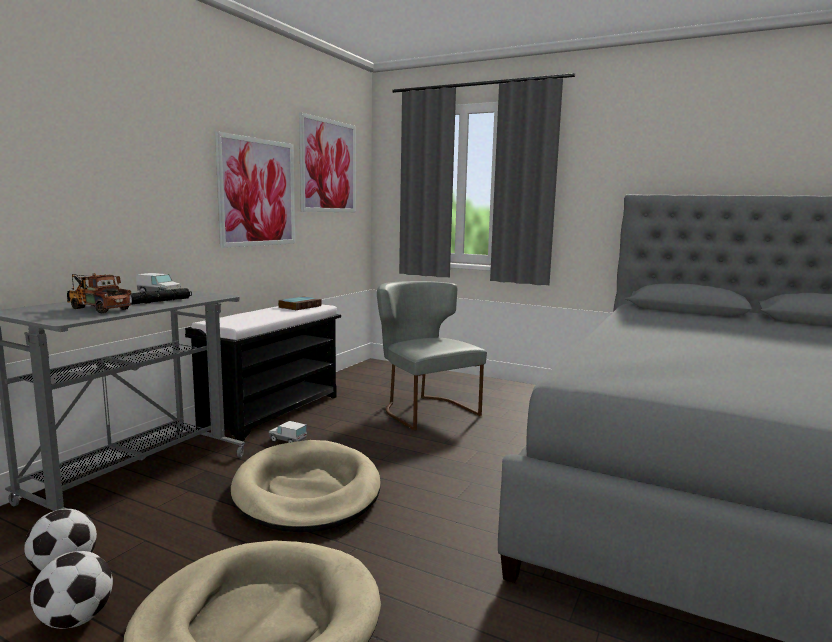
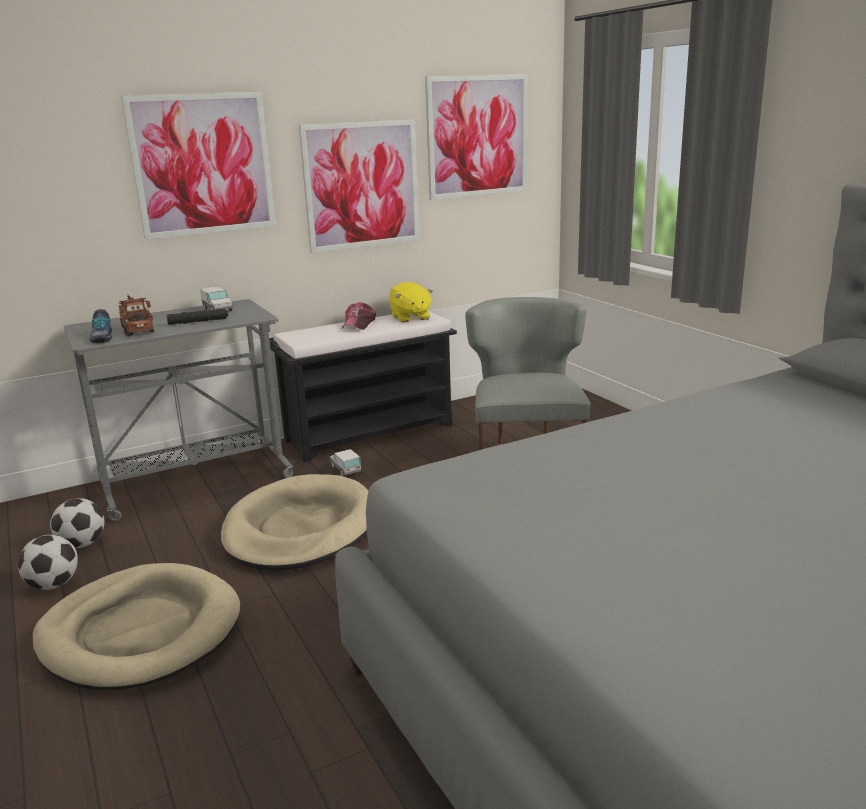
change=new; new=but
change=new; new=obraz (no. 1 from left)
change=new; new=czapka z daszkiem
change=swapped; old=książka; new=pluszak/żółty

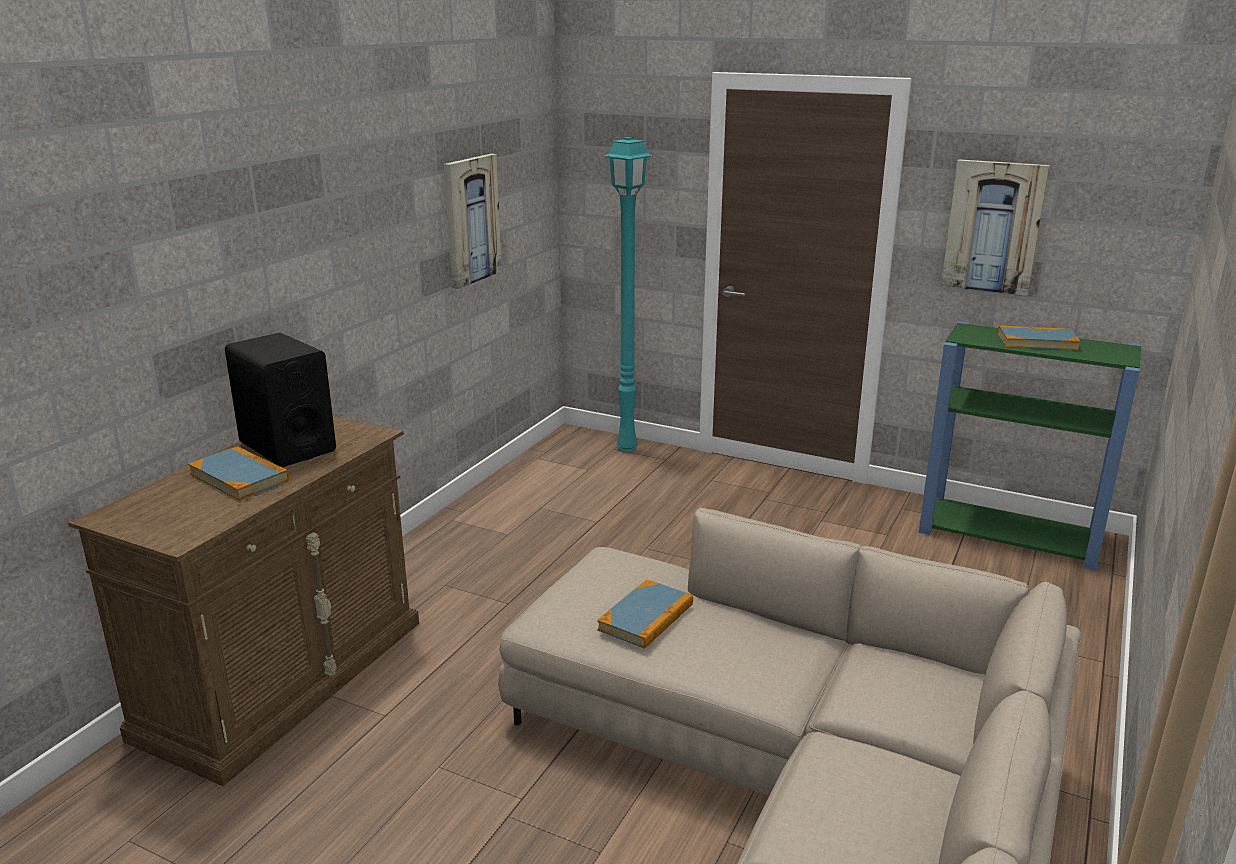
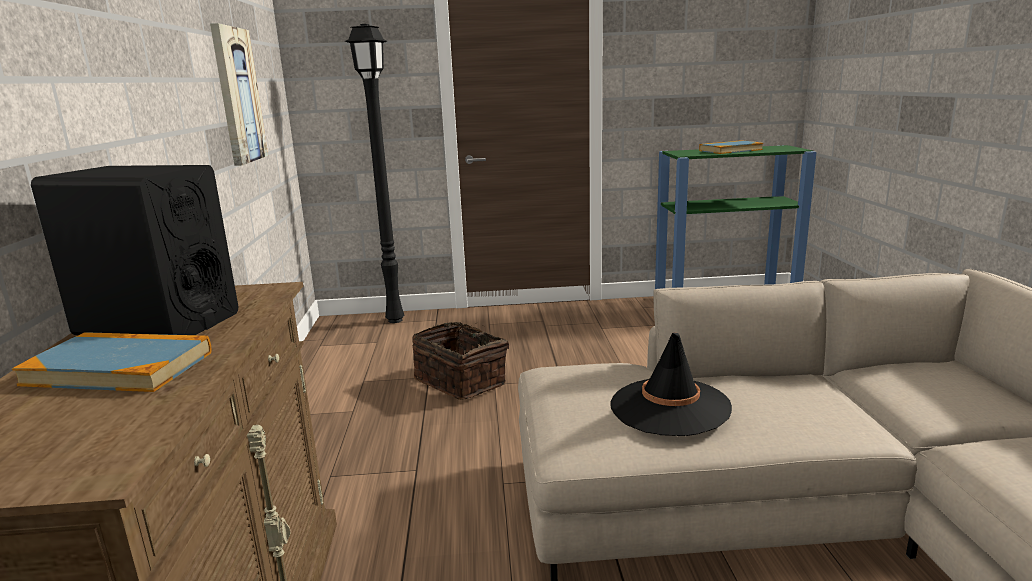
change=gone; old=obraz (no. 2 from left)
change=new; new=koszyk
change=swapped; old=książka (no. 2 from left); new=kapelusz/czarny
change=repainted; old=lampa stojąca/turkusowy; new=lampa stojąca/czarny

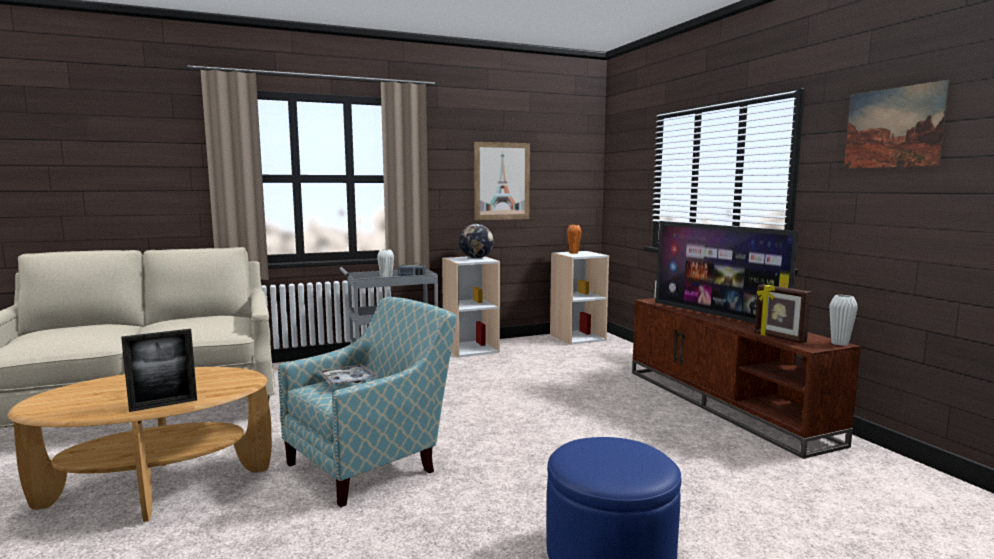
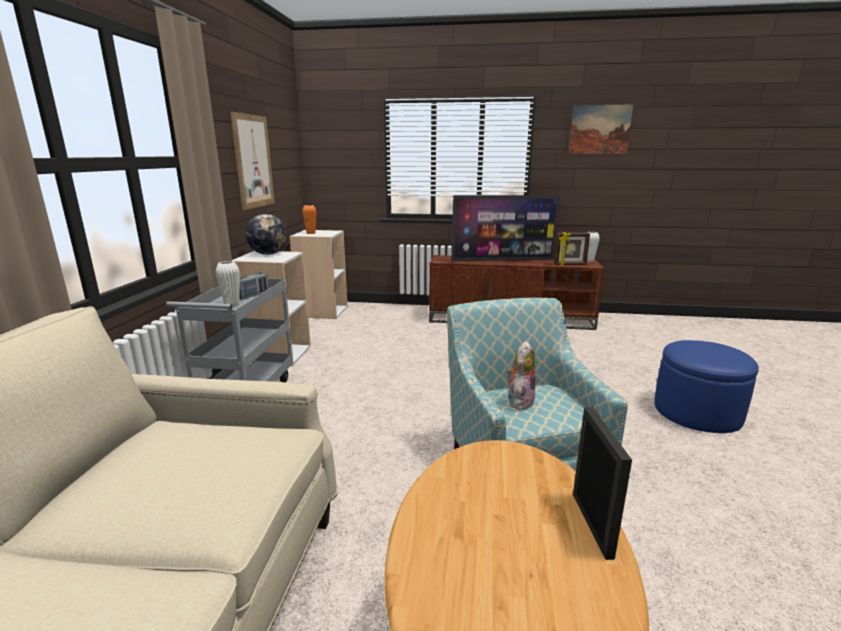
change=swapped; old=taca; new=pluszak

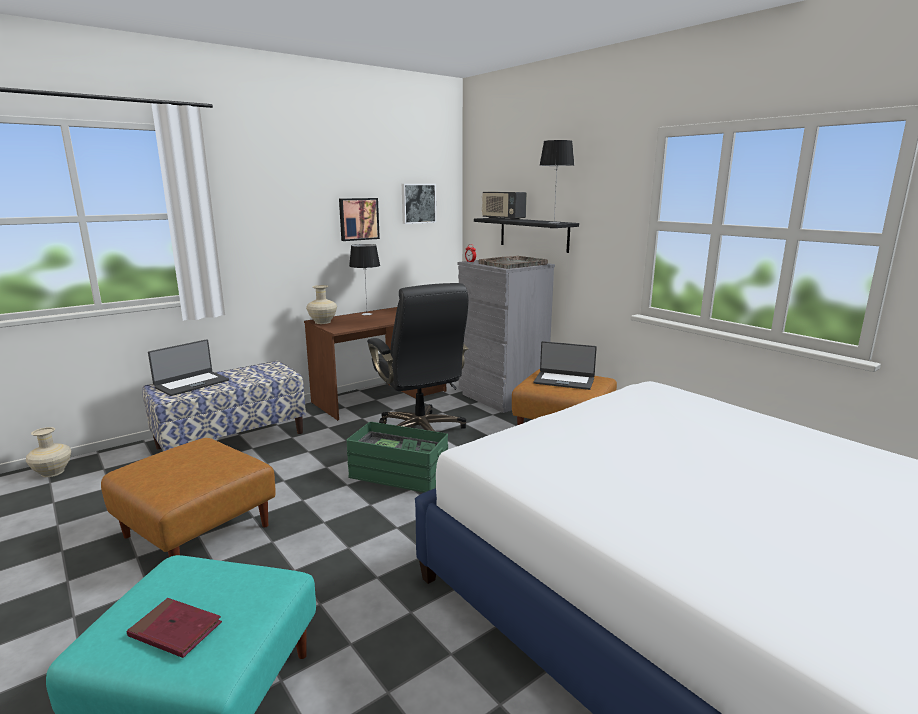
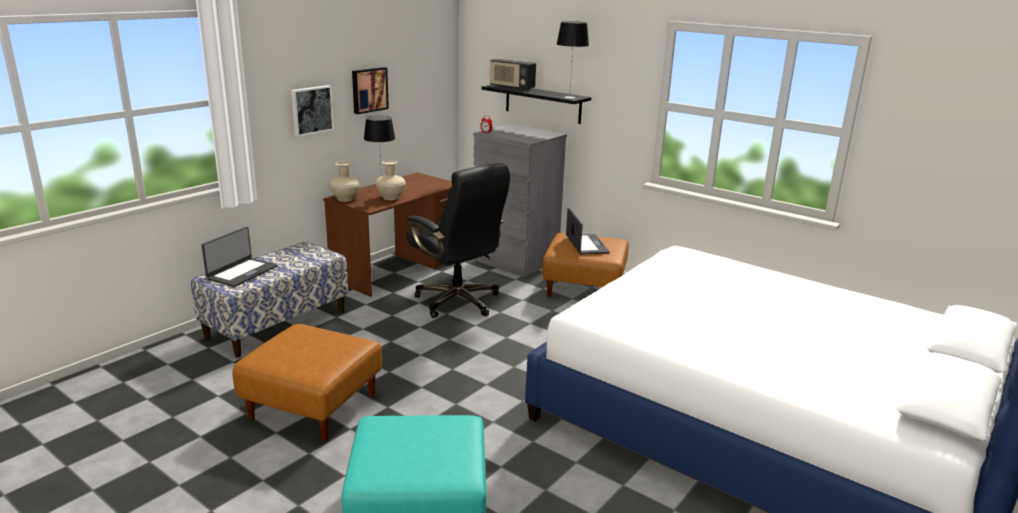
change=gone; old=książka/czerwony
change=gone; old=pojemnik do przechowywania/zielony
change=gone; old=taca/szary
change=shifted; old=wazon/beżowy (no. 1 from left in the first image); new=wazon/beżowy (no. 2 from left)
change=shifted; old=obraz (no. 2 from left in the first image); new=obraz (no. 1 from left)
change=rotated; old=laptop (no. 2 from left); degrees=-105

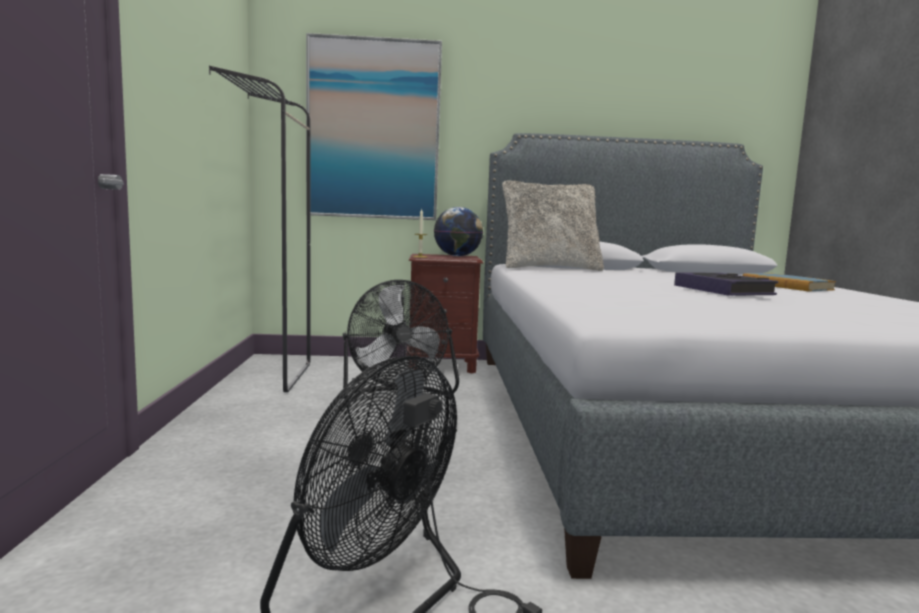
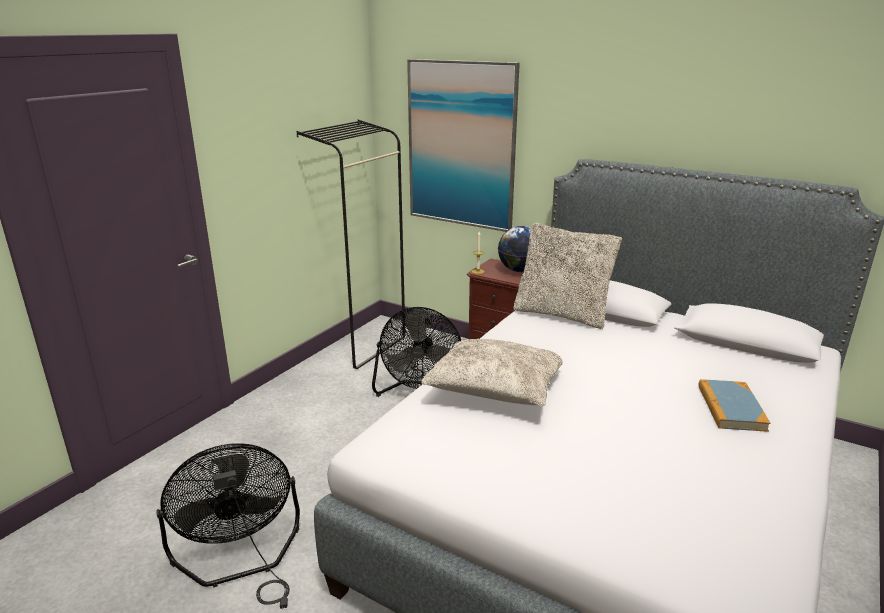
change=gone; old=książka (no. 1 from left)
change=new; new=poduszka/beżowy (no. 1 from left)

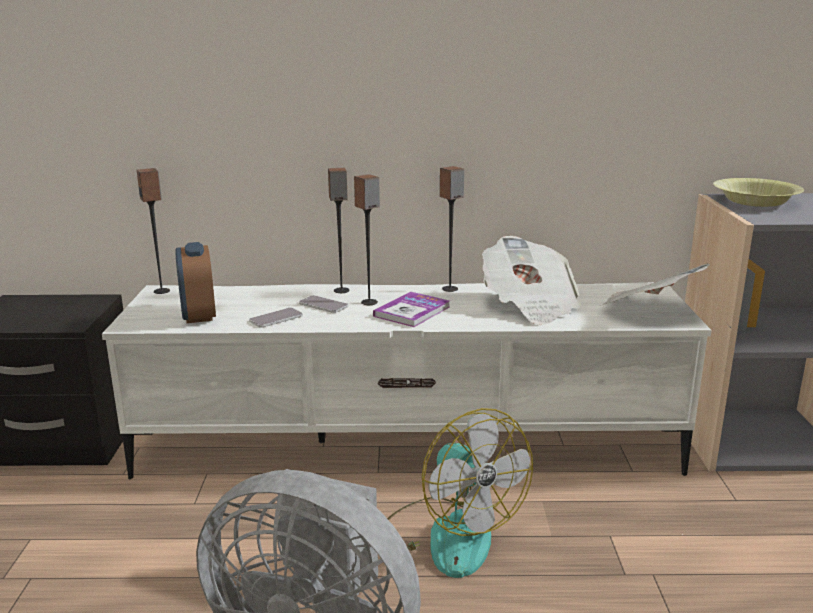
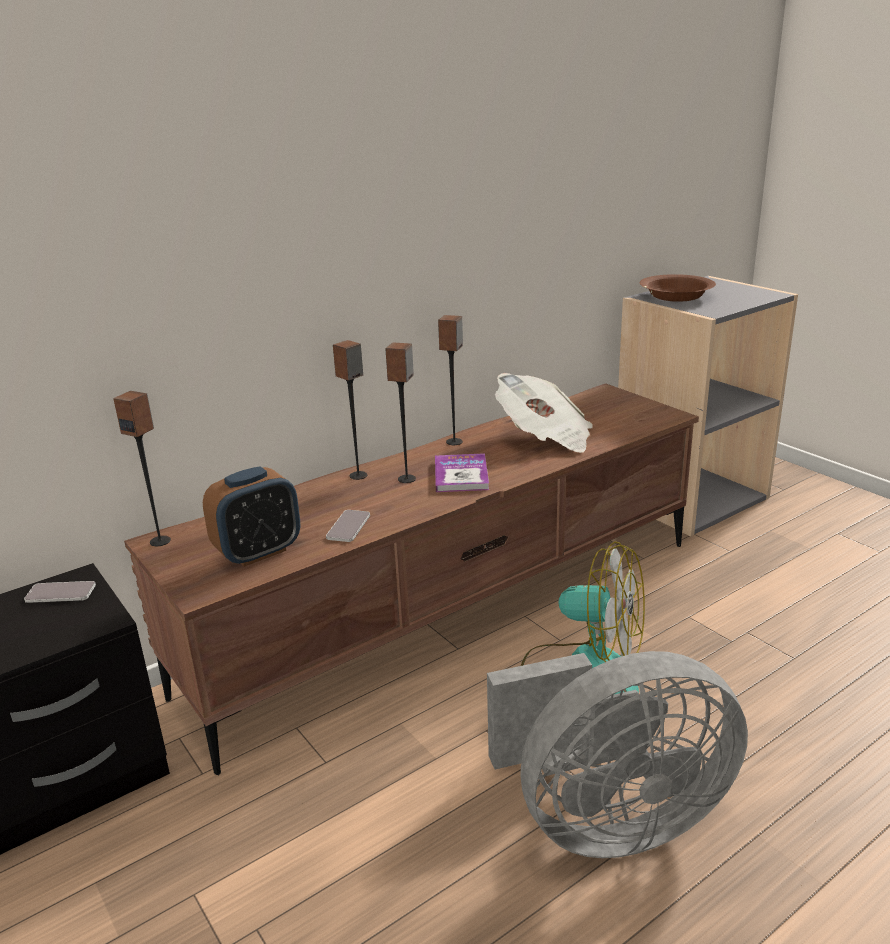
change=gone; old=gazeta (no. 2 from left)
change=shifted; old=telefon (no. 2 from left in the first image); new=telefon (no. 1 from left)
change=repainted; old=szafka pod telewizor/biały; new=szafka pod telewizor/brązowy
change=repainted; old=miska/żółty; new=miska/brązowy
change=rotated; old=budzik; degrees=-75

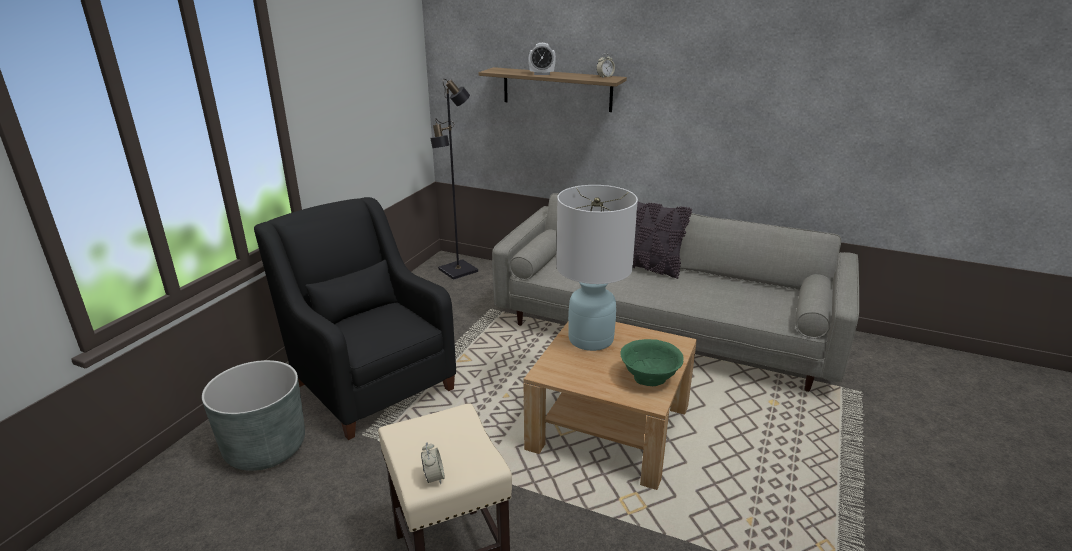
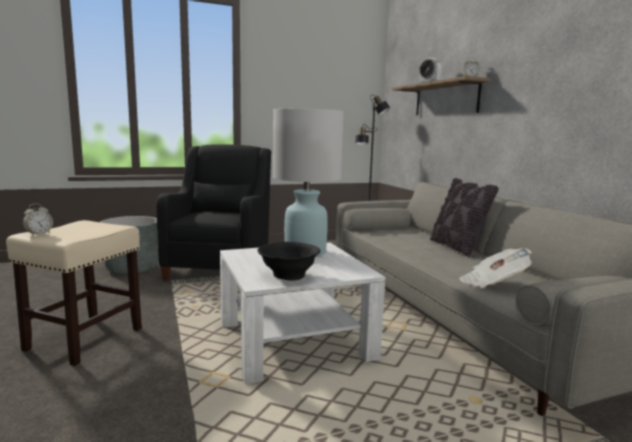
change=new; new=gazeta
change=repainted; old=ława/brązowy; new=ława/biały
change=repainted; old=miska/zielony; new=miska/czarny

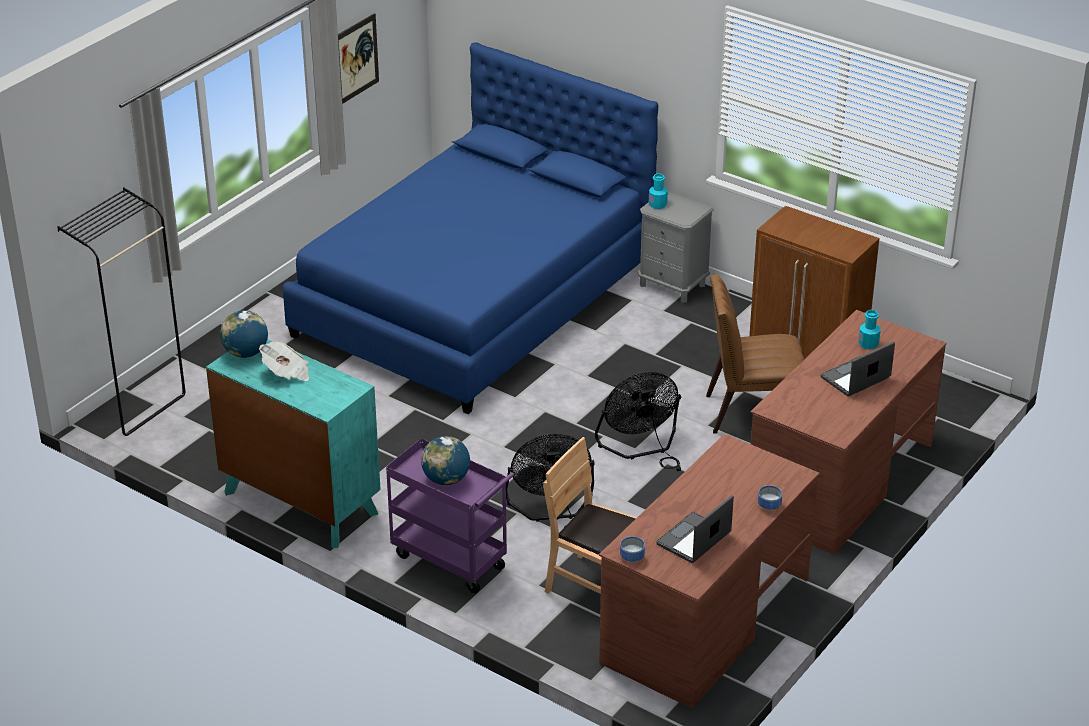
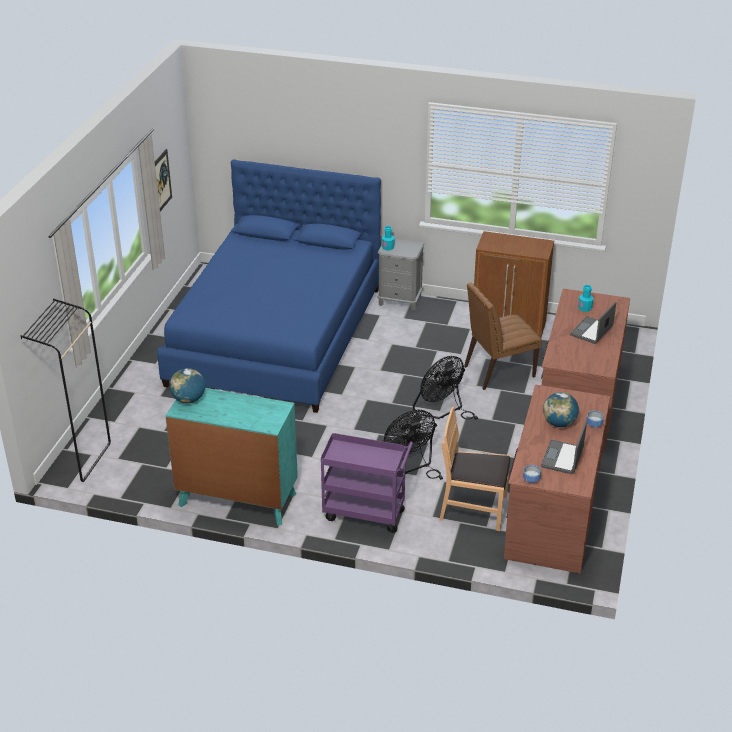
change=gone; old=gazeta
change=shifted; old=globus (no. 2 from left)

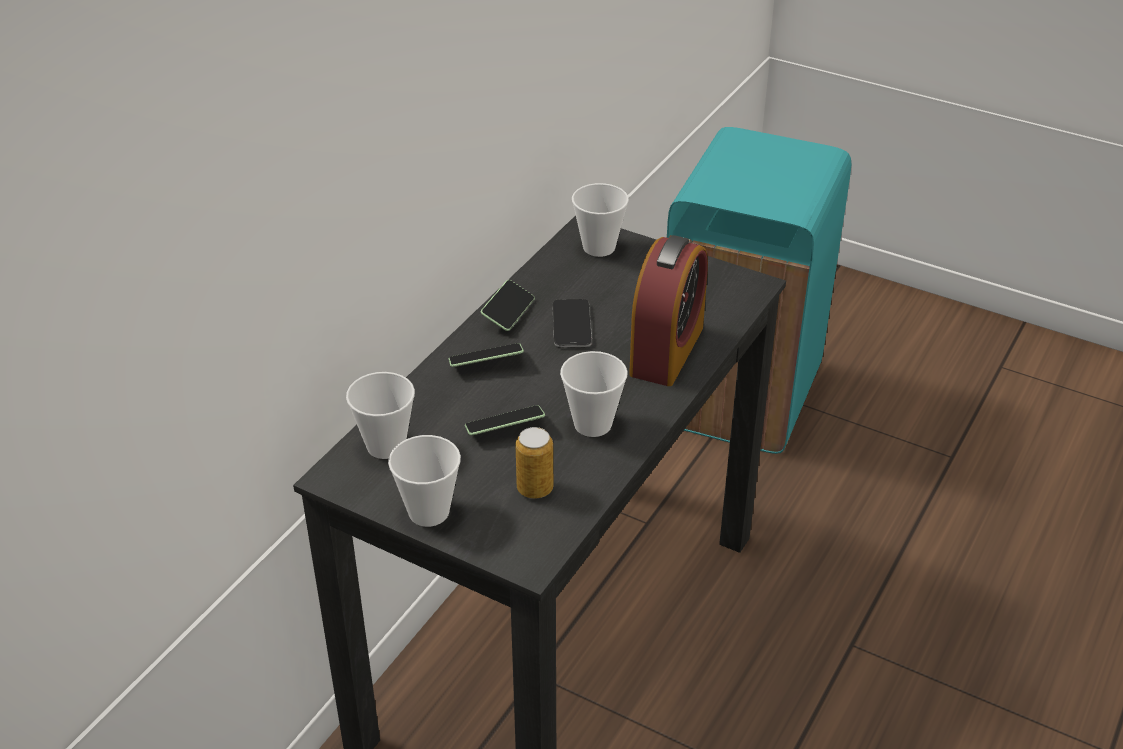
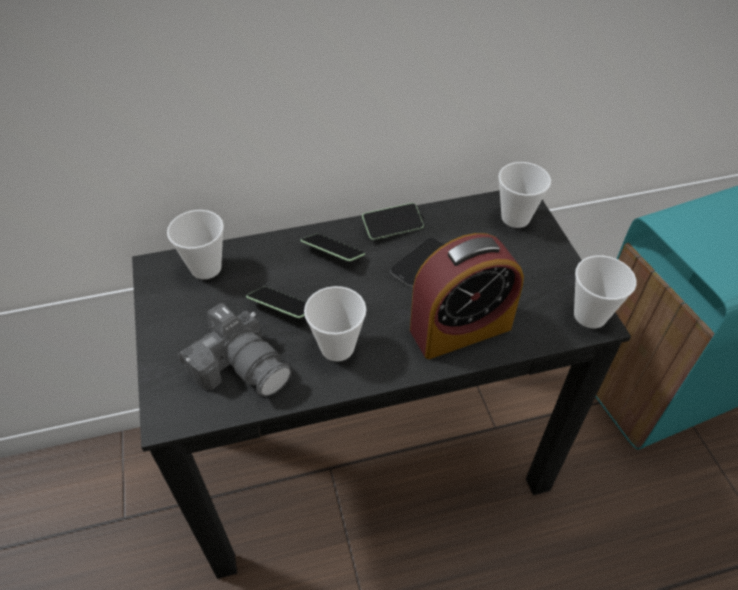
change=shifted; old=filiżanka (no. 2 from left in the first image); new=filiżanka (no. 4 from left)
change=swapped; old=puszka; new=aparat fotograficzny

